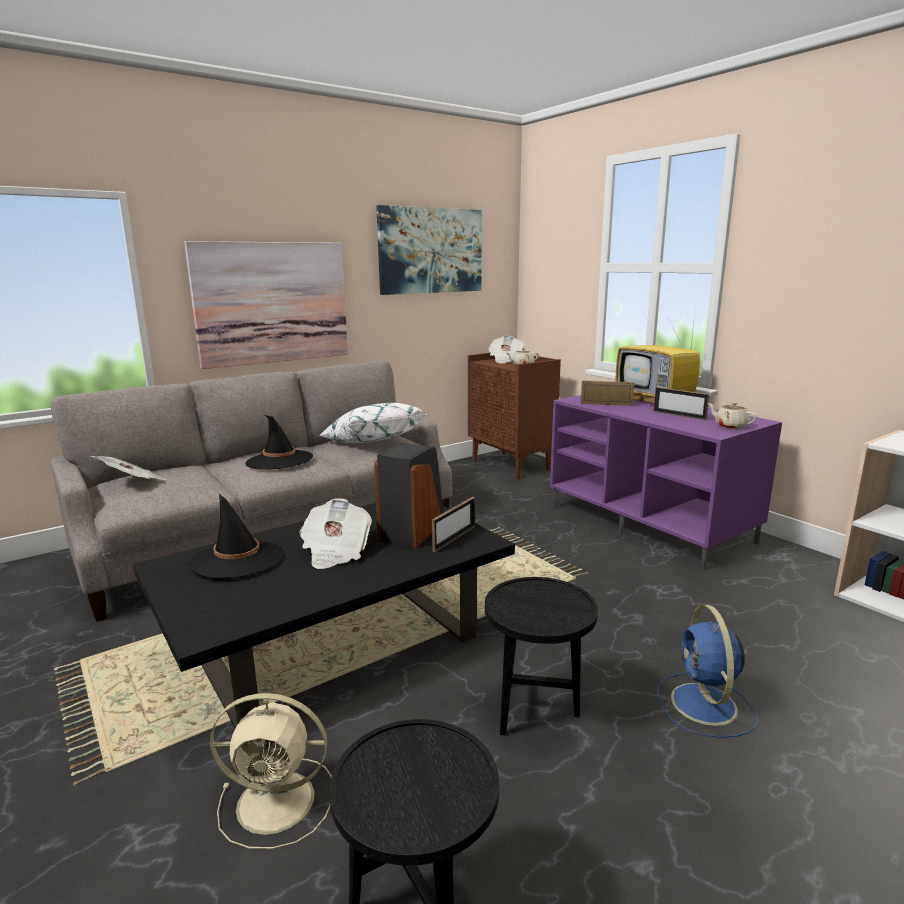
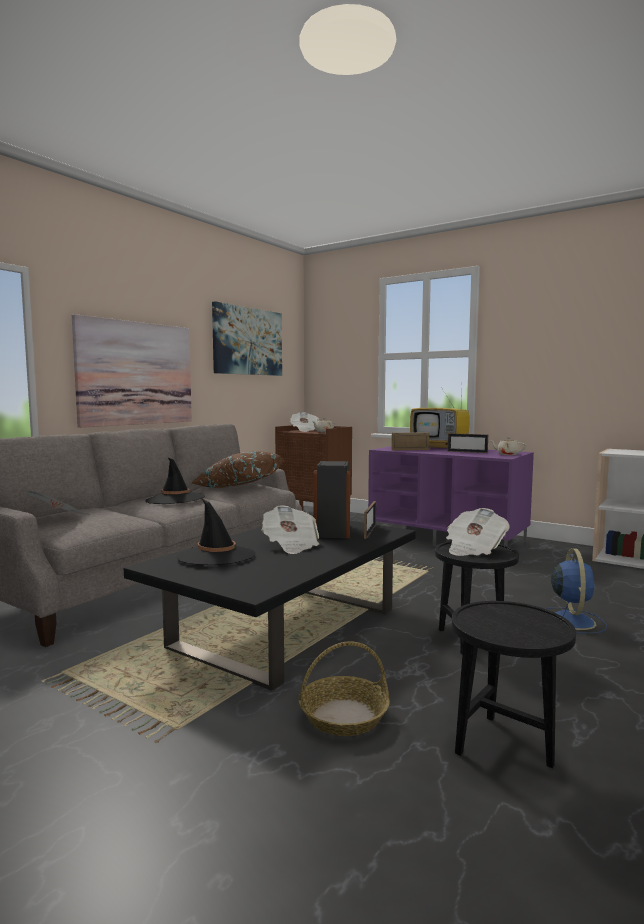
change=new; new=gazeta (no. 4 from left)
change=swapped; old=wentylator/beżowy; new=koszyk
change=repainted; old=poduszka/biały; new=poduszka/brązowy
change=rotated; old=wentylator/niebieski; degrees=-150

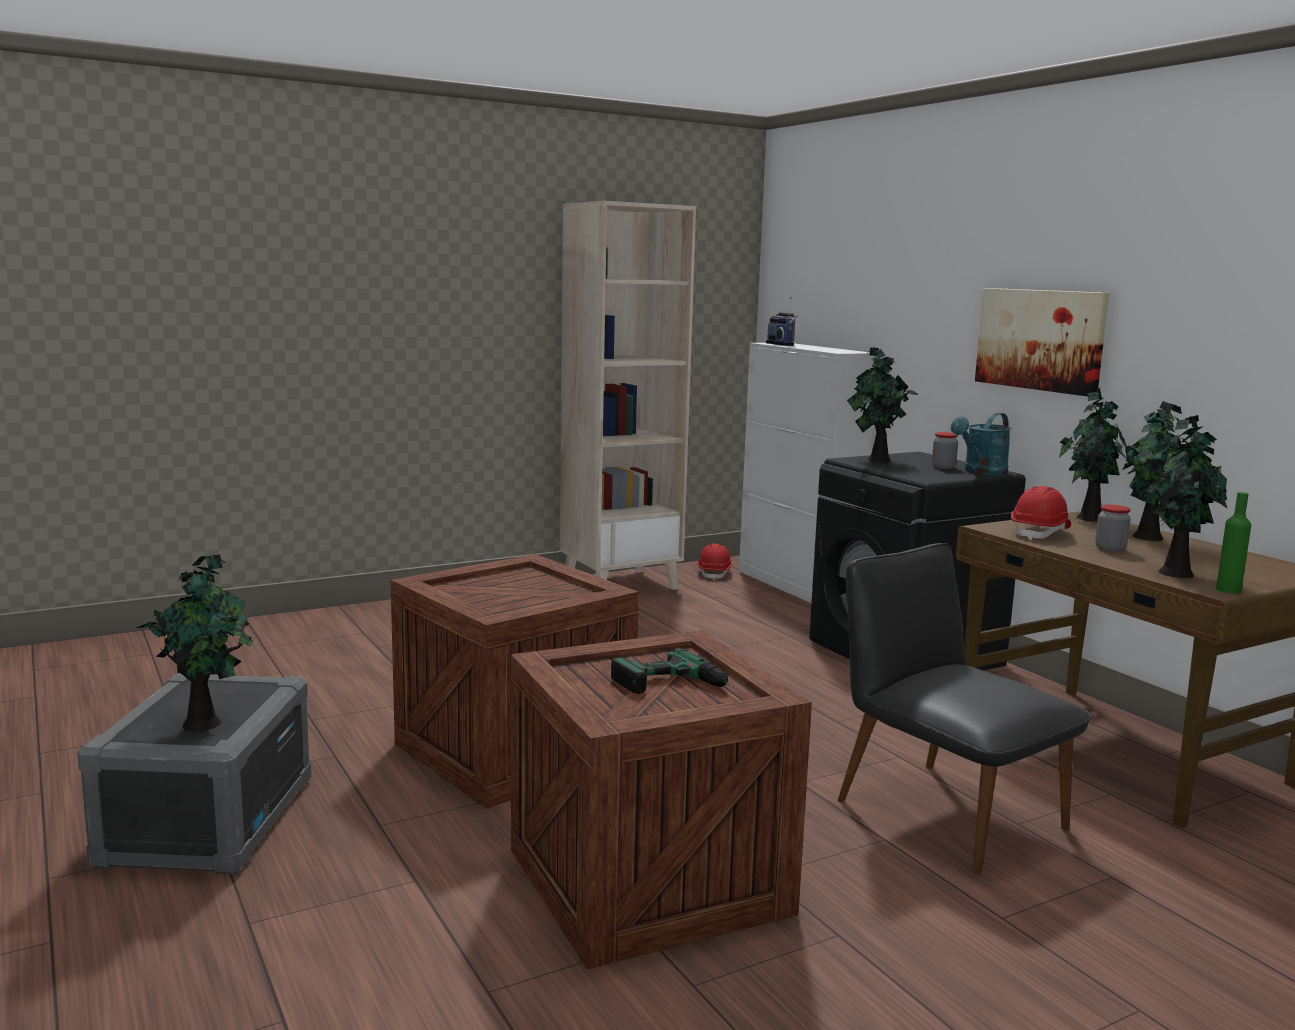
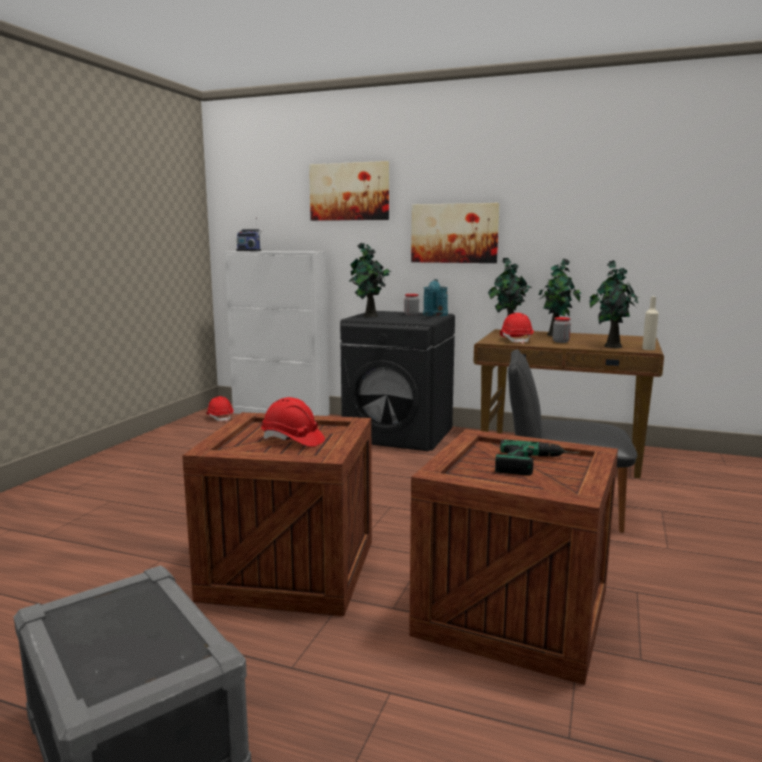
change=gone; old=roślina doniczkowa (no. 1 from left)
change=gone; old=regał/beżowy
change=new; new=kask/czerwony (no. 2 from left)
change=new; new=obraz (no. 1 from left)
change=repainted; old=butelka/zielony; new=butelka/beżowy

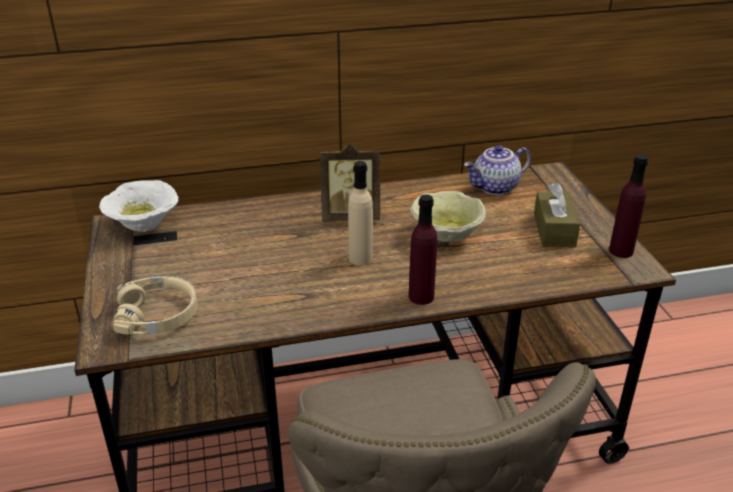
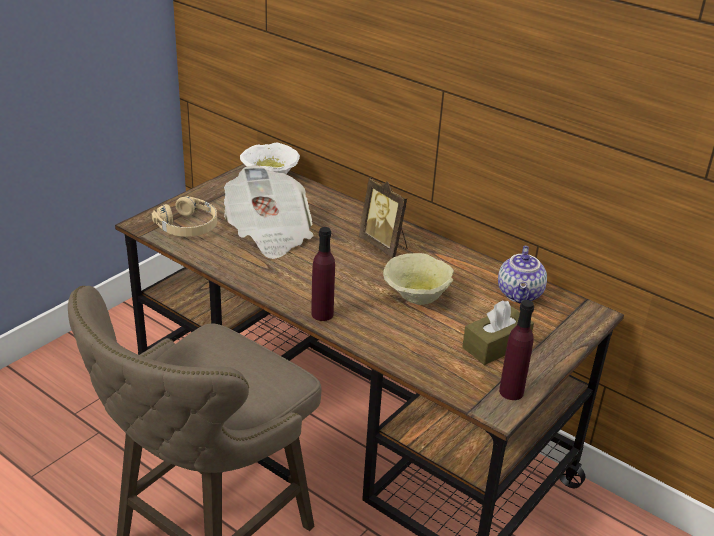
change=gone; old=butelka/beżowy
change=new; new=gazeta
change=rotated; old=imbryk; degrees=-105

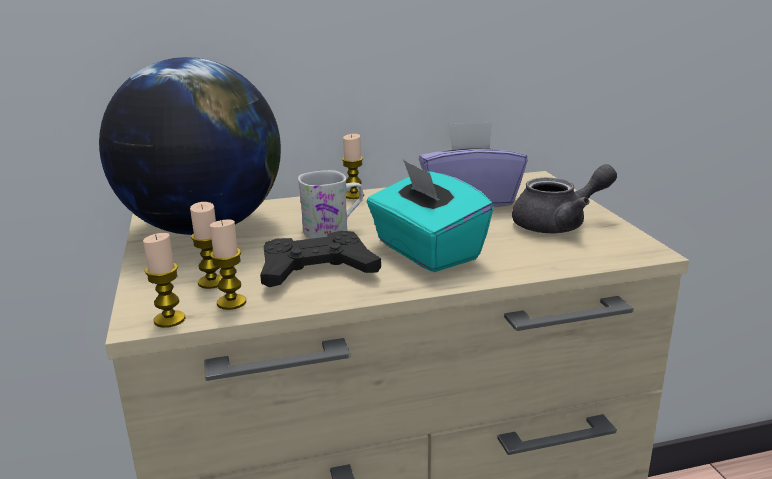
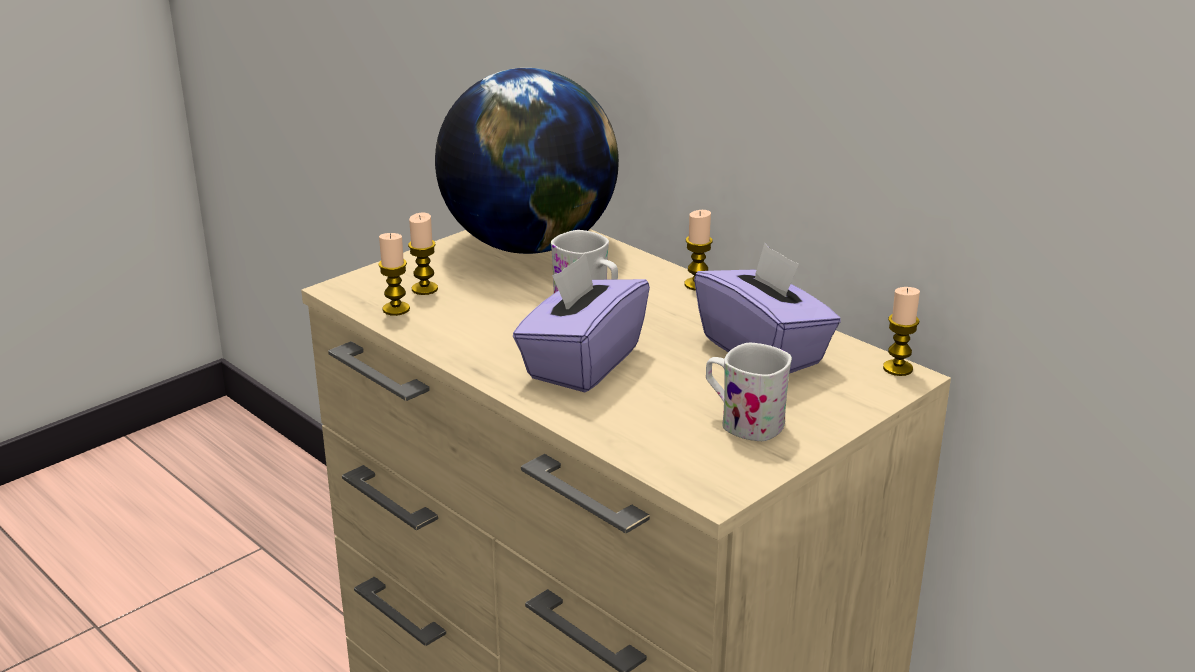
change=gone; old=pad do gier/czarny
change=shifted; old=świeca (no. 1 from left in the first image); new=świeca (no. 4 from left)
change=swapped; old=imbryk/szary; new=kubek/biały (no. 2 from left)
change=repainted; old=pudełko chusteczek/turkusowy; new=pudełko chusteczek/fioletowy (no. 1 from left)

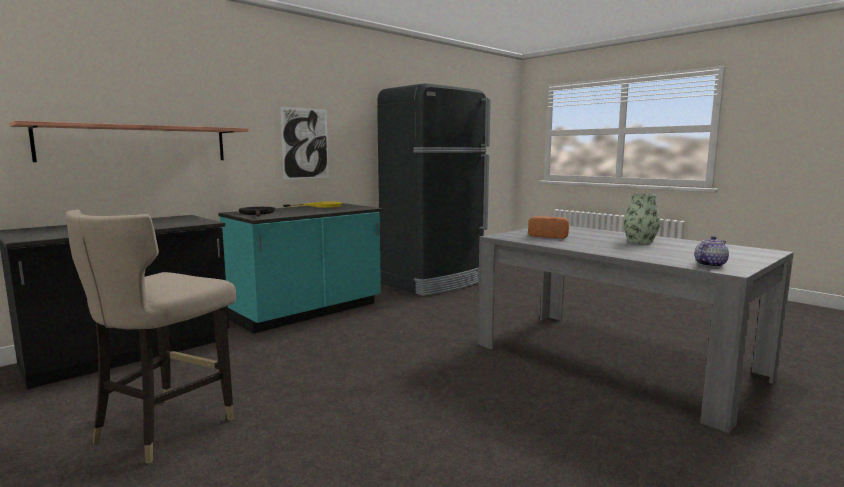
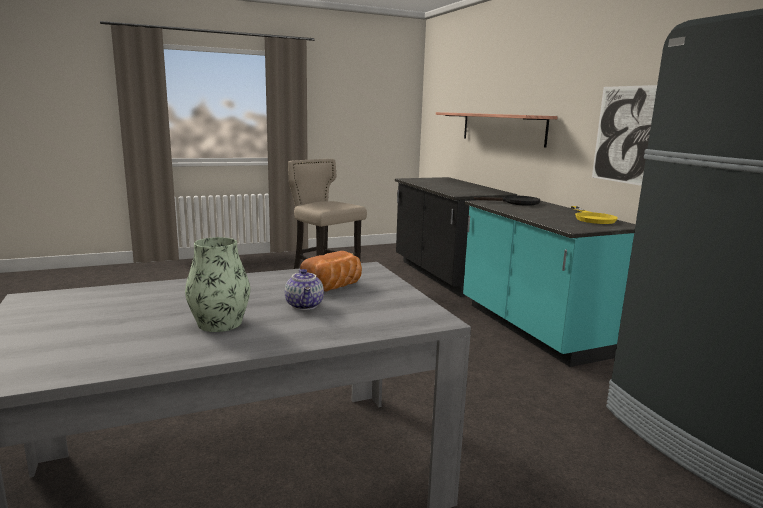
change=shifted; old=imbryk

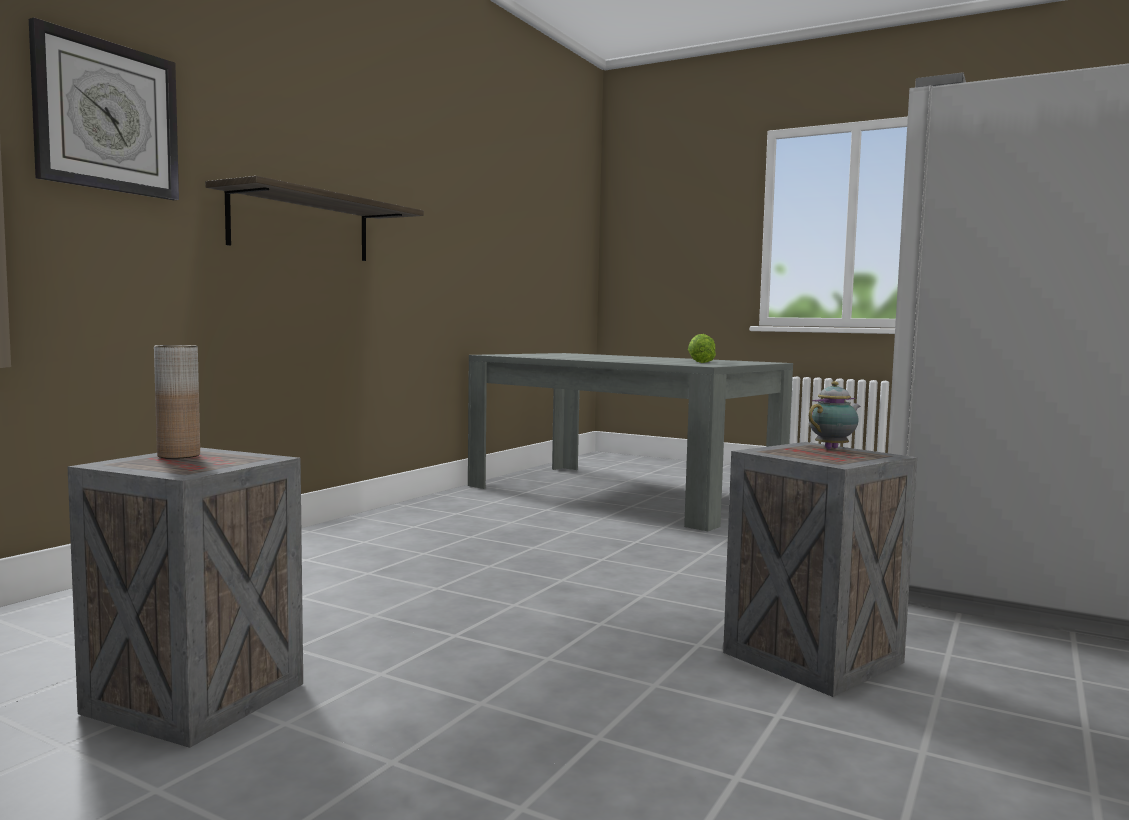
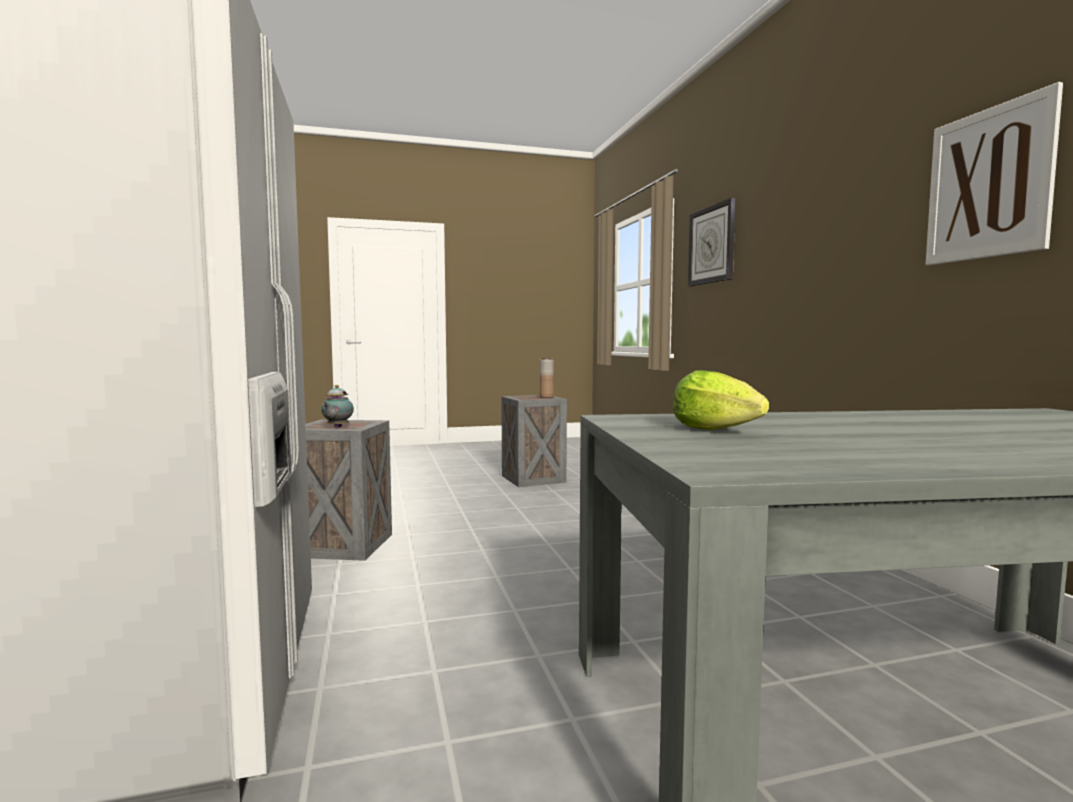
change=gone; old=półka
change=new; new=obraz

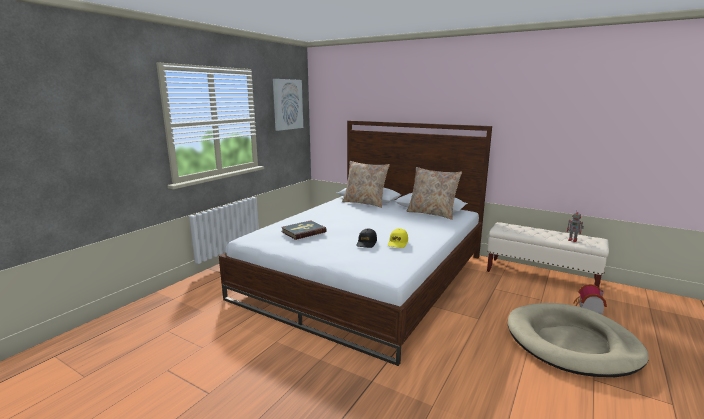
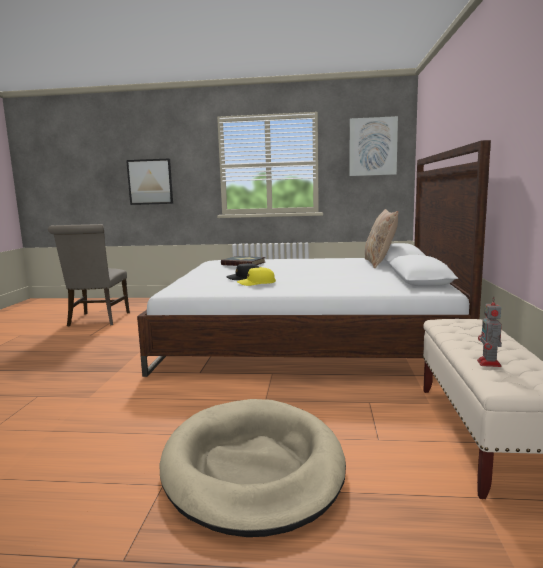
change=gone; old=poduszka/beżowy (no. 2 from left)
change=gone; old=domek
change=new; new=krzesło/beżowy
change=new; new=obraz (no. 1 from left)

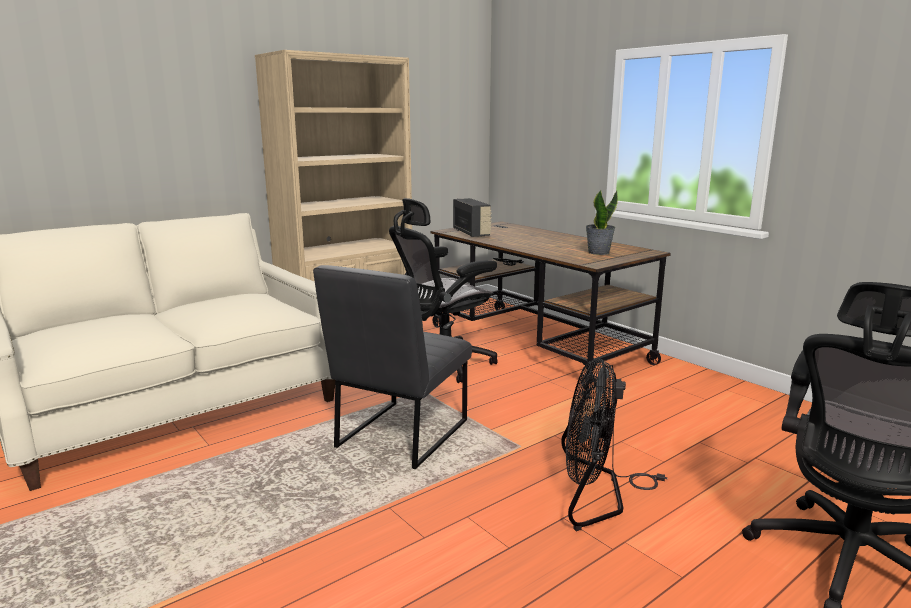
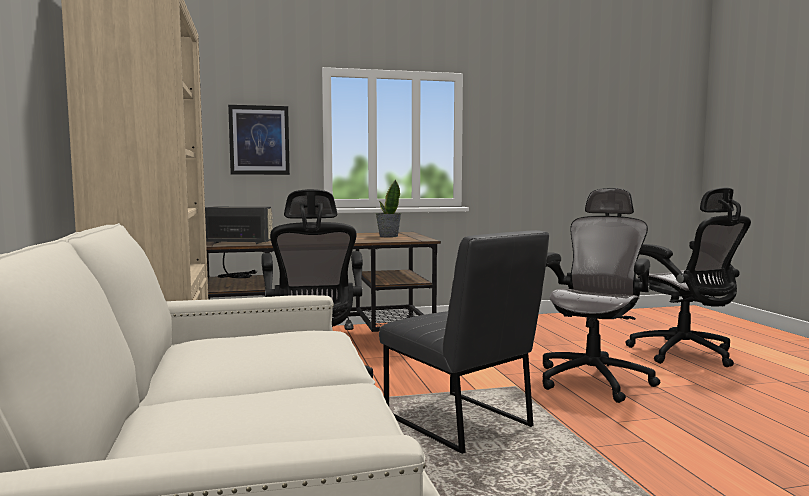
change=new; new=obraz
change=swapped; old=wentylator/czarny; new=krzesło biurowe (no. 2 from left)

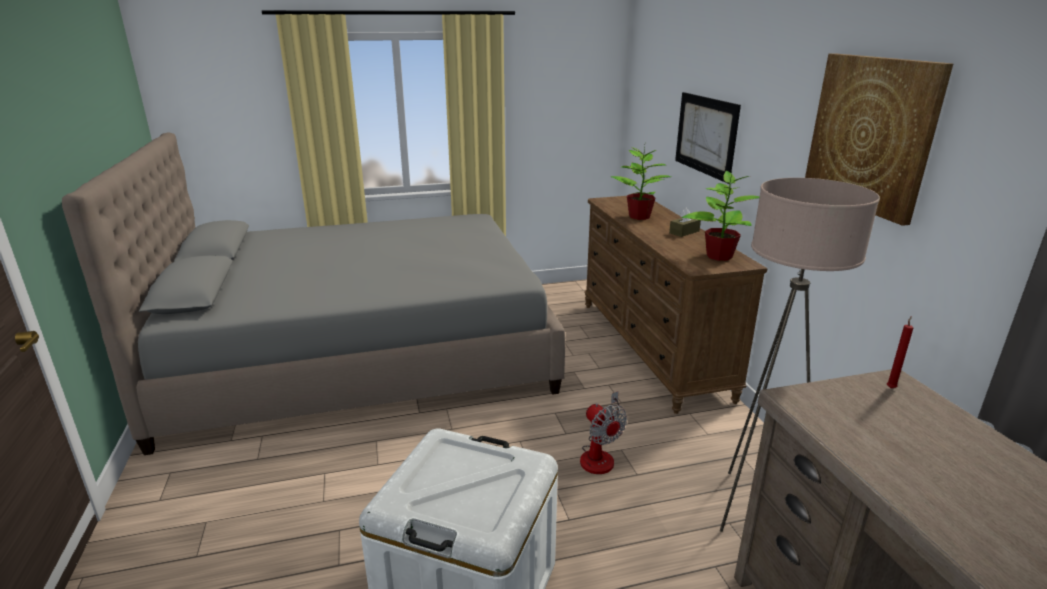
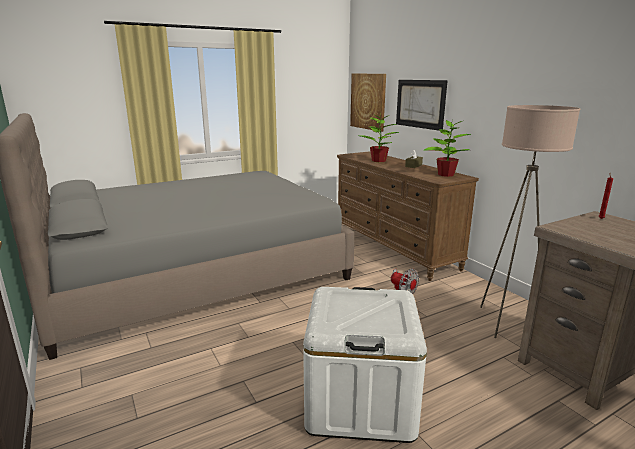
change=shifted; old=obraz (no. 2 from left in the first image); new=obraz (no. 1 from left)

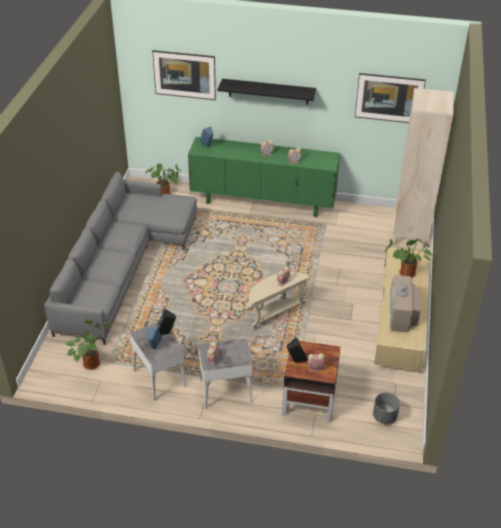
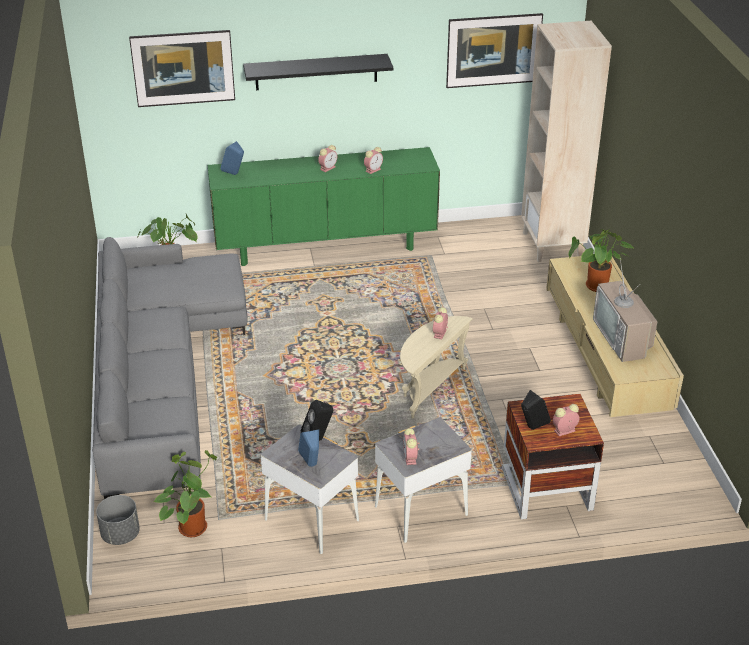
change=shifted; old=donica/szary

